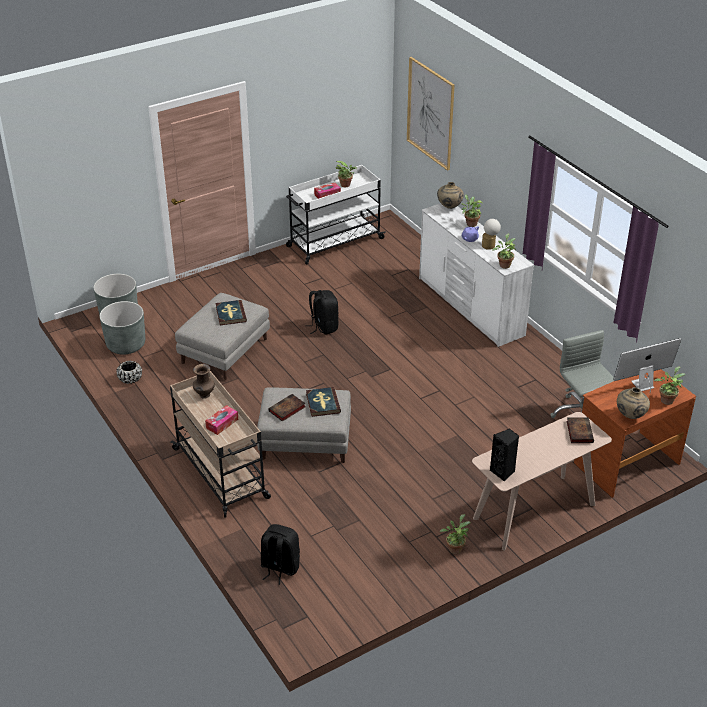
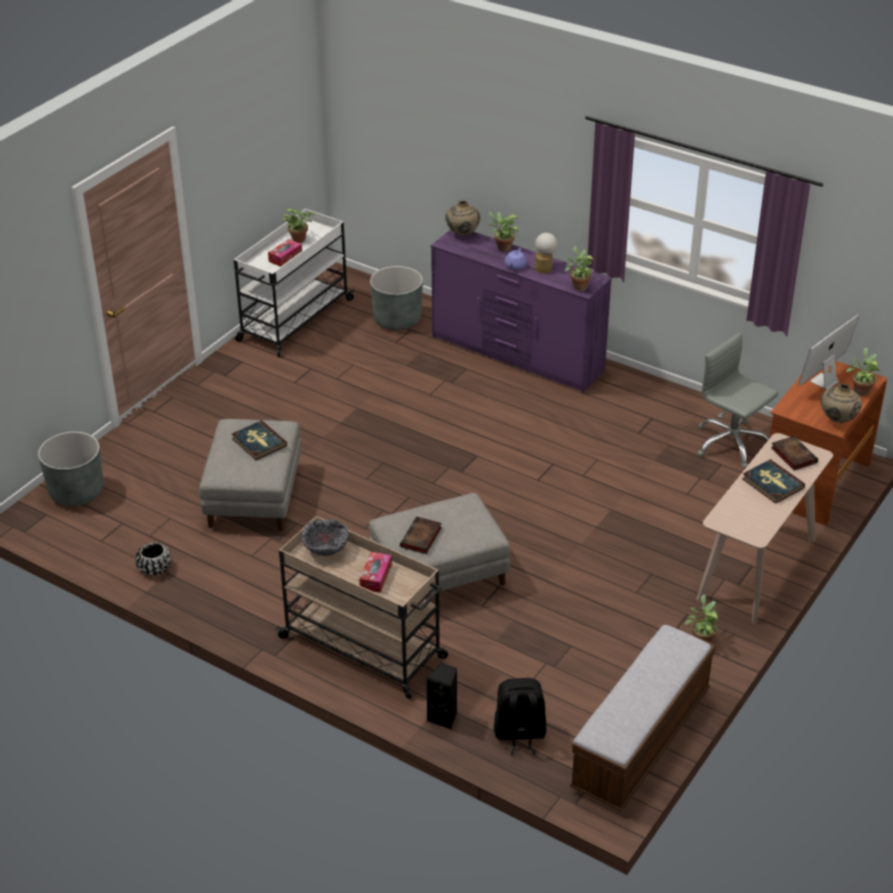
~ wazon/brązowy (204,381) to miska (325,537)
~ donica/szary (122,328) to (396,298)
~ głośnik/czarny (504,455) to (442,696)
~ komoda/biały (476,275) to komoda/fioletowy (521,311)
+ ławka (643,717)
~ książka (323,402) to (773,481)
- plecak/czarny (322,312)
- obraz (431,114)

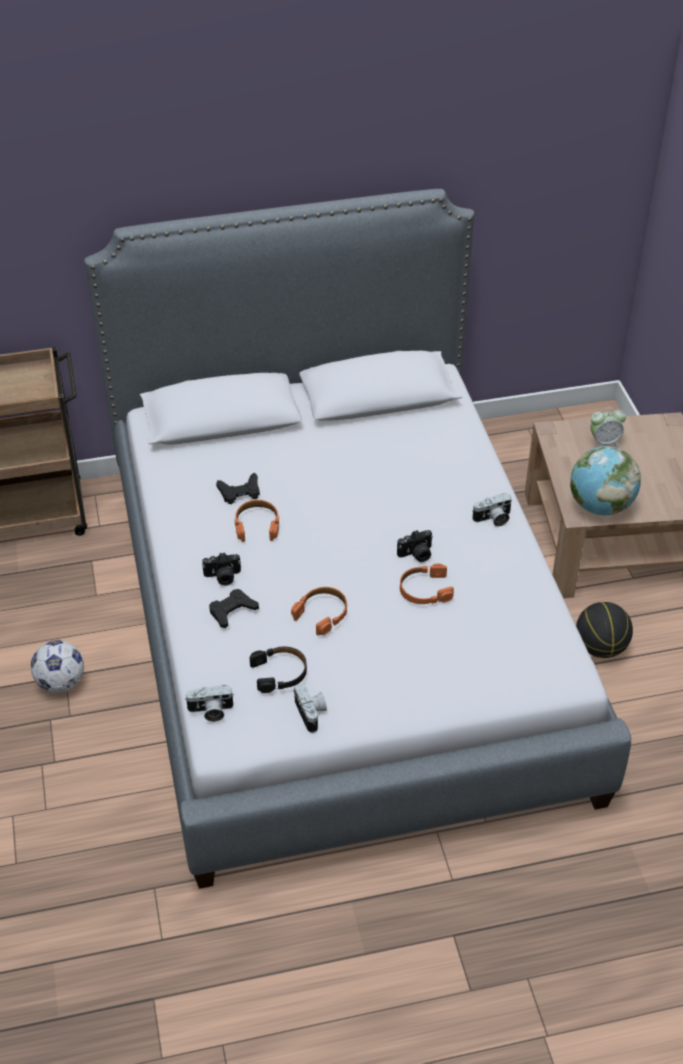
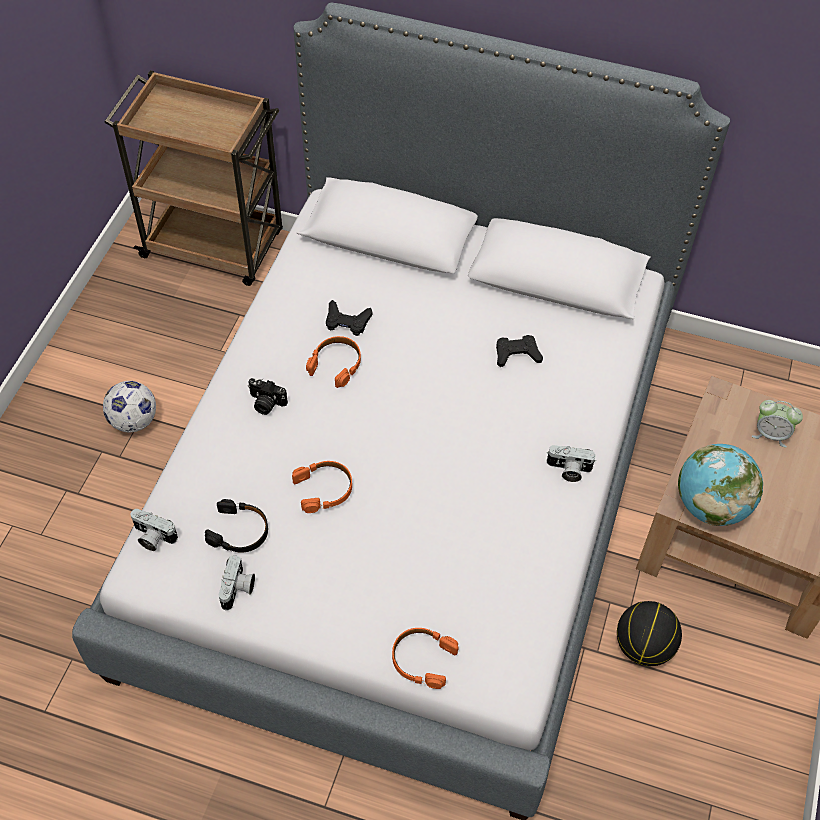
~ słuchawki/pomarańczowy (427,584) to (425,658)
~ pad do gier/czarny (234,608) to (519,351)
- aparat fotograficzny (415,546)

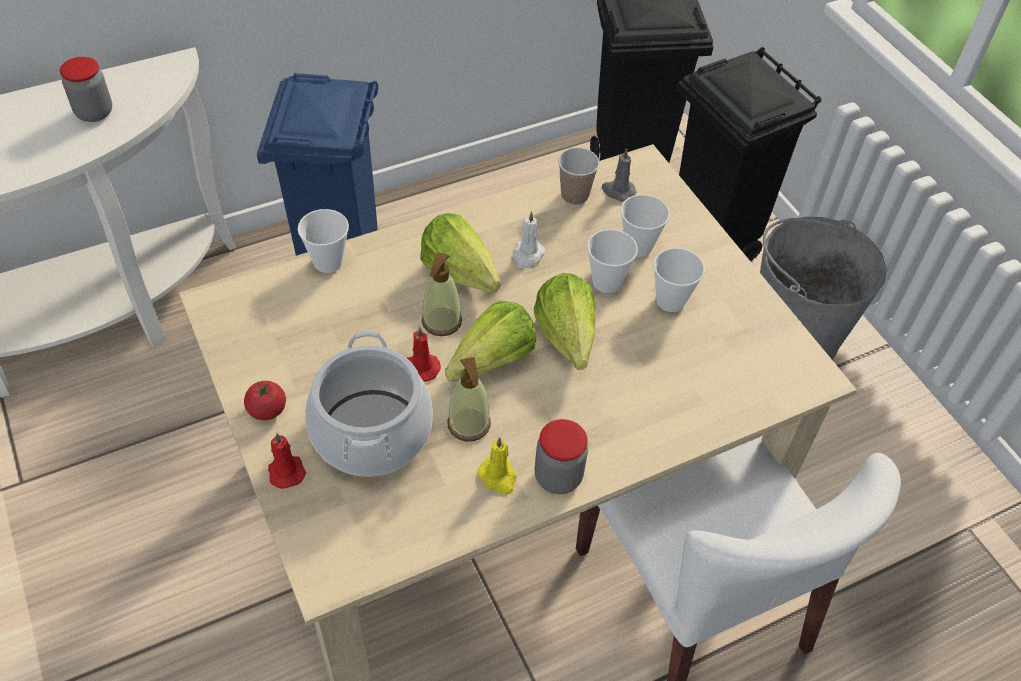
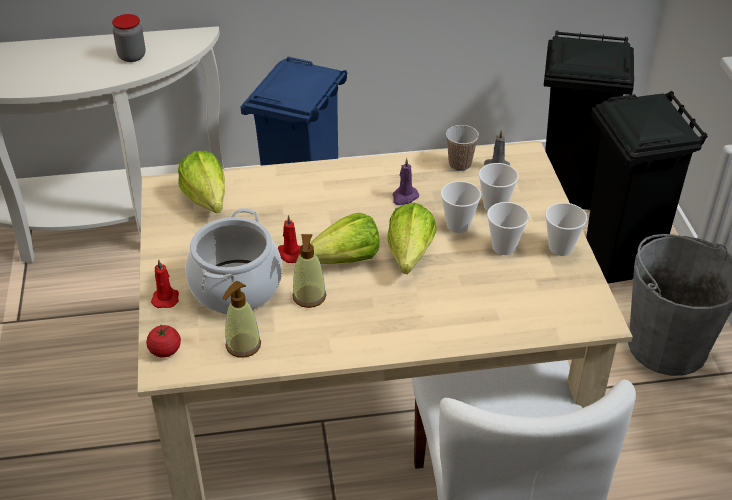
~ pomidor (265,400) to (163,341)
~ sałata (460,253) to (201,182)
~ dozownik mydła (442,294) to (241,319)
~ świeca/biały (529,239) to świeca/fioletowy (406,181)
~ filiżanka (323,241) to (566,229)
- świeca/żółty (497,466)
- słoik (561,456)

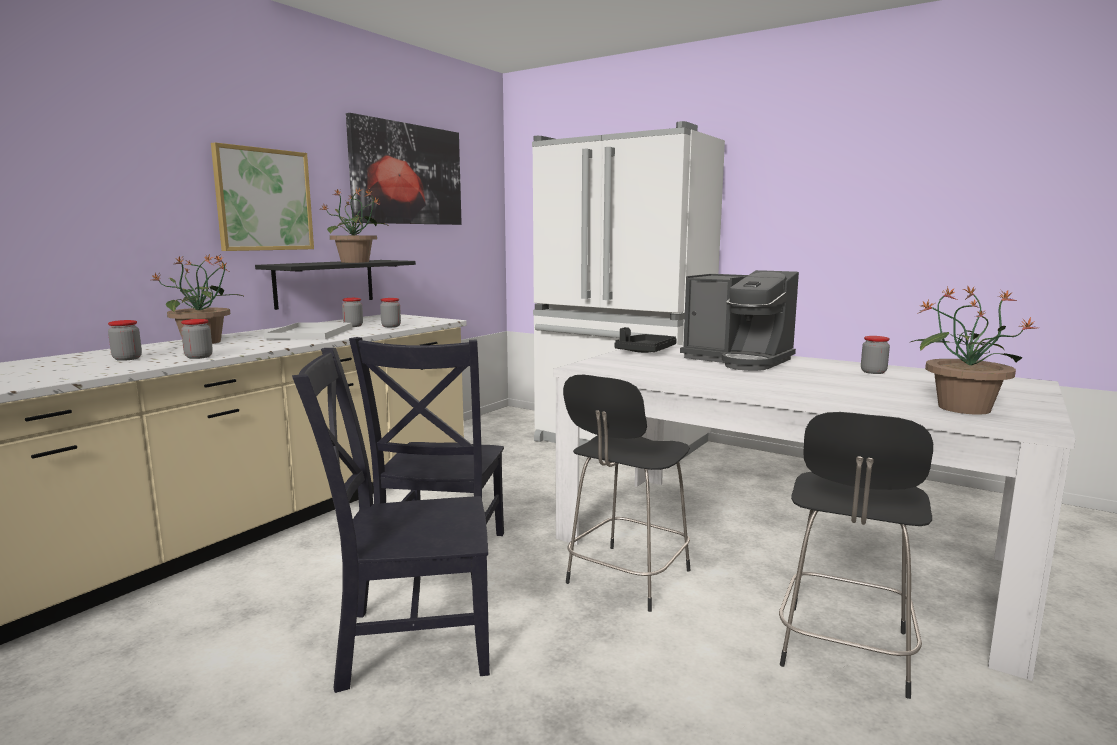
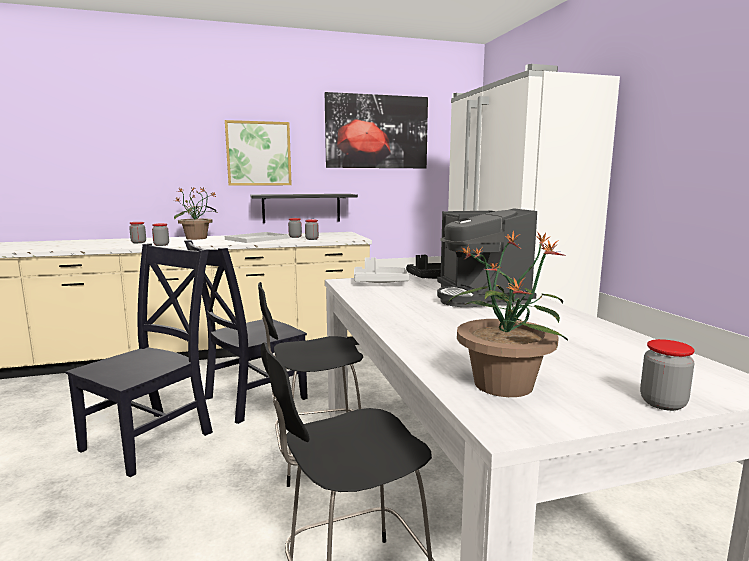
~ krzesło/czarny (391,520) = (139,360) 90 degrees clockwise
+ taca/szary (381,270)
~ słoik (875,355) to (667,375)
- roślina doniczkowa (354,225)

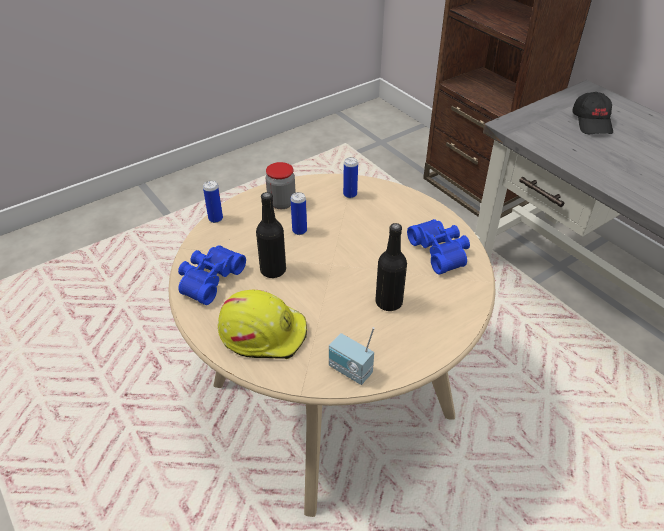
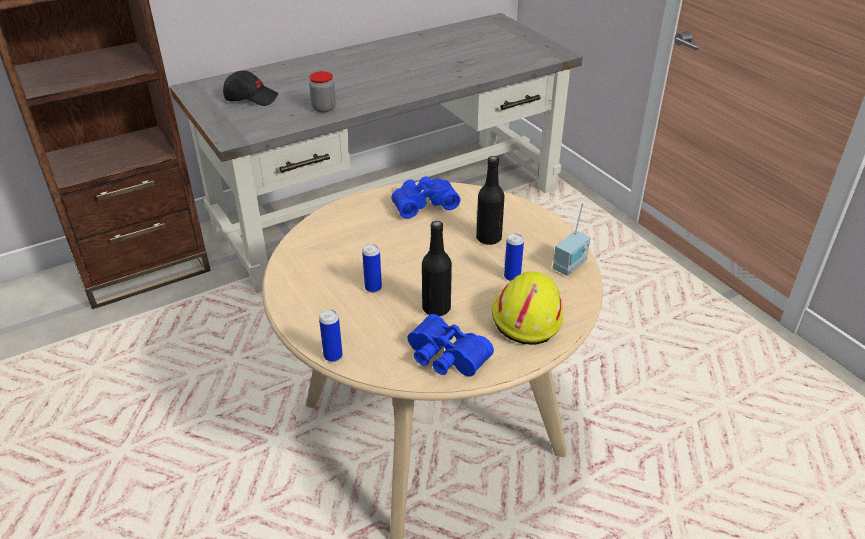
~ słoik (281,185) to (322,92)
~ puszka (350,177) to (514,257)

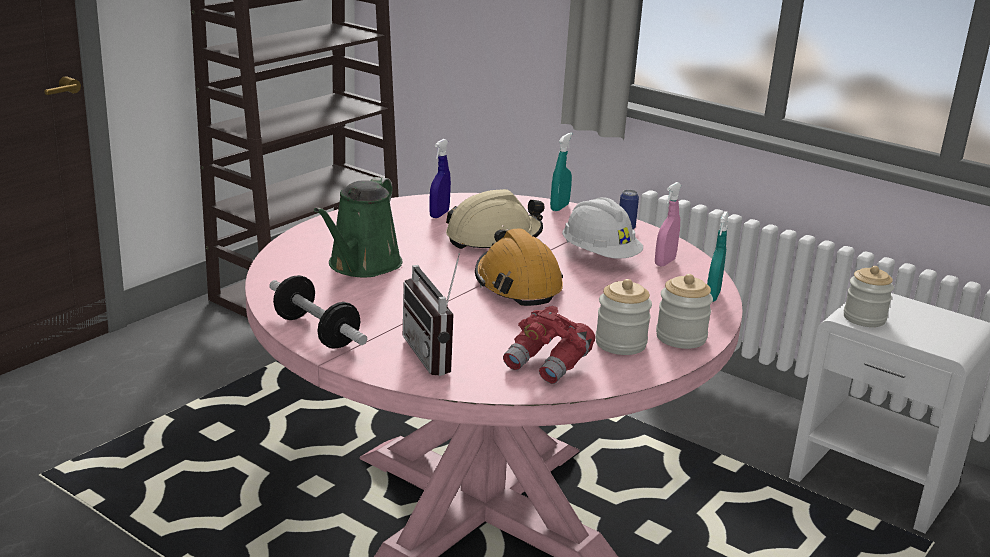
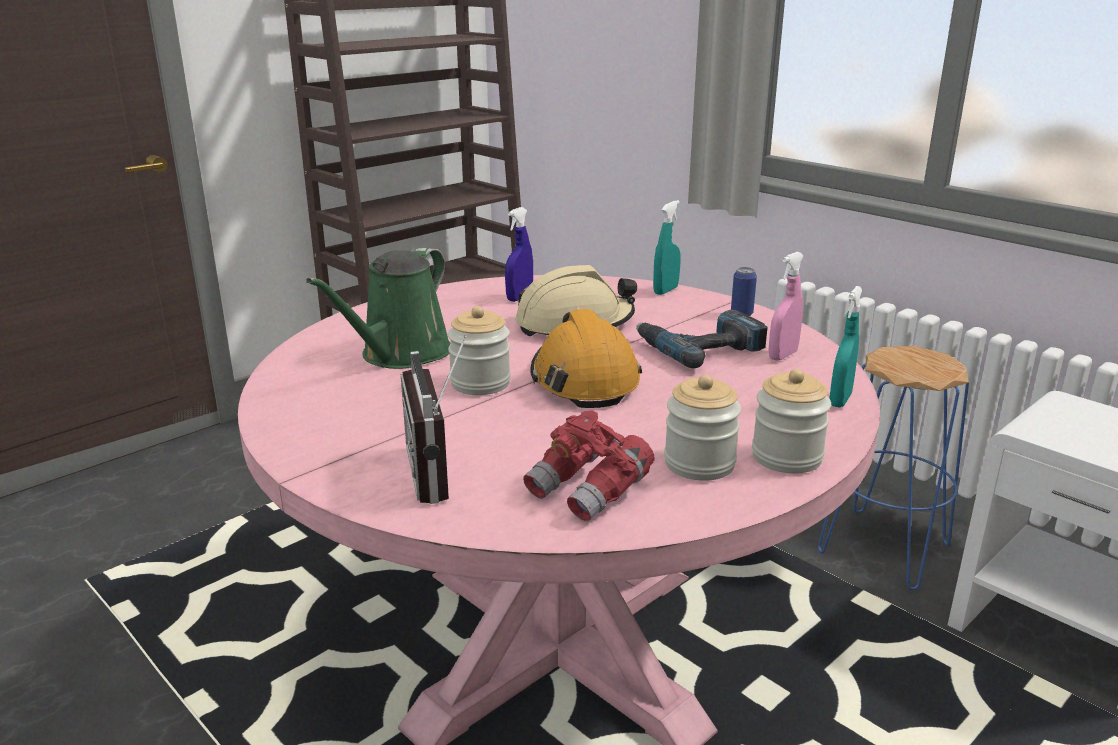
~ słoik (869,296) to (479,350)
~ kask/biały (602,228) to wiertarka (701,339)
+ stołek/niebieski (893,468)
- hantel (318,312)

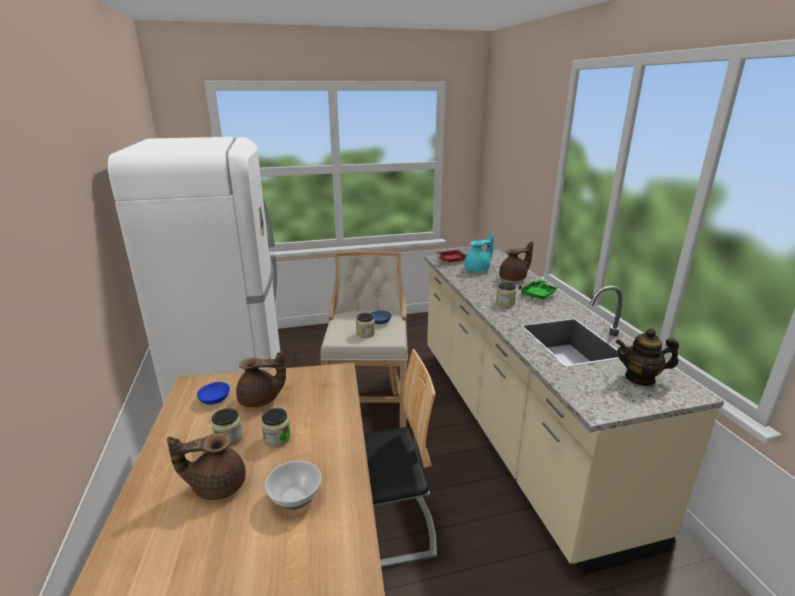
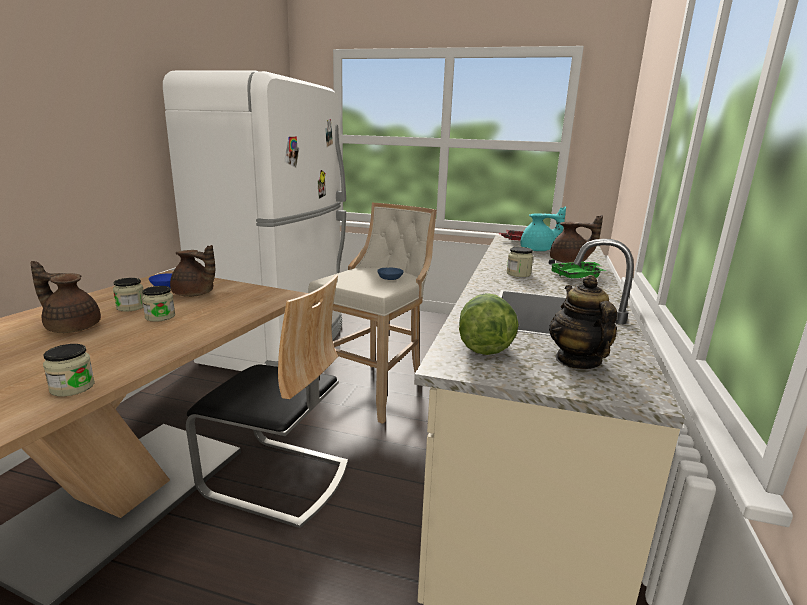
~ słoik (365,325) to (69,370)
+ sałata (489,324)
~ imbryk (647,357) = (583,322) 45 degrees clockwise
- miska (293,485)

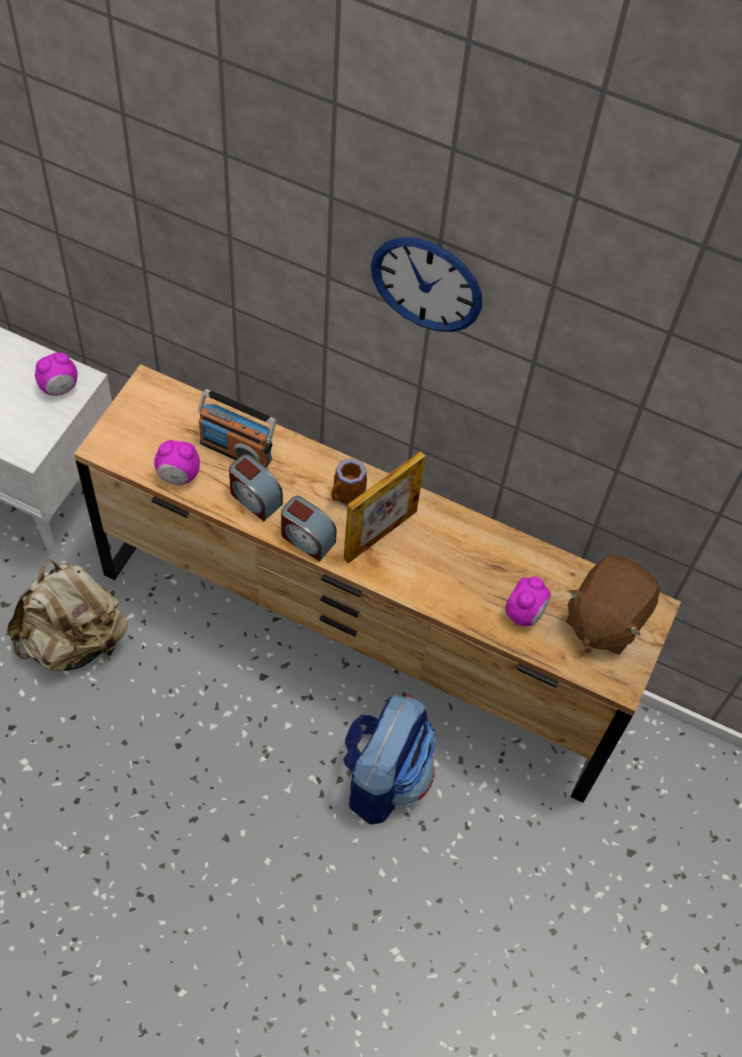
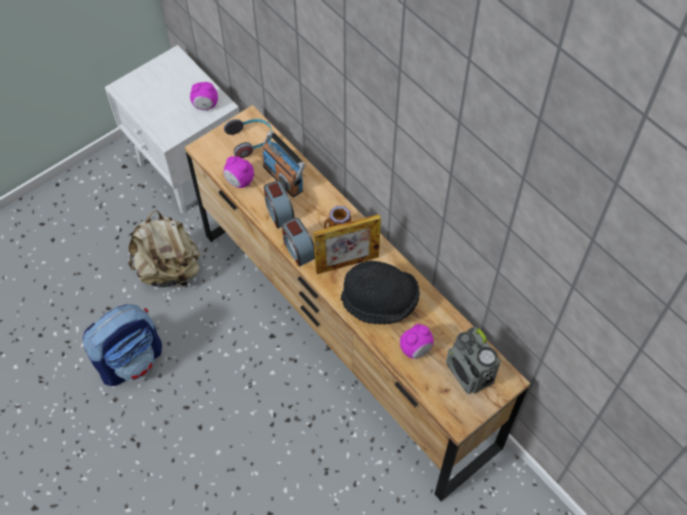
~ plecak (389,759) to (122,345)
+ słuchawki (248,138)
+ kapelusz/czarny (380,292)
~ pluszak/brązowy (613,605) to radio (473,360)
- zegar ścienny (426,284)

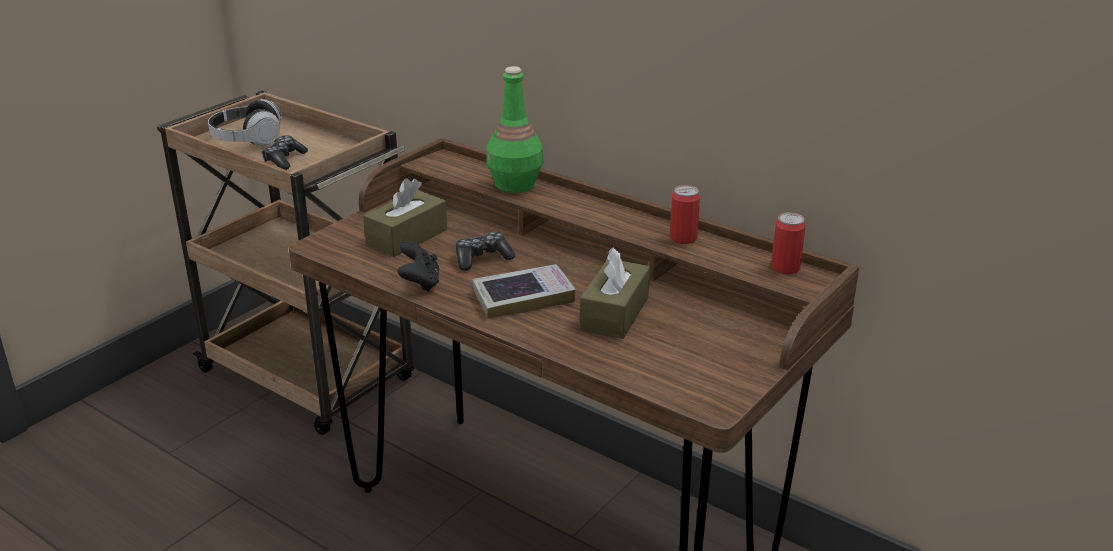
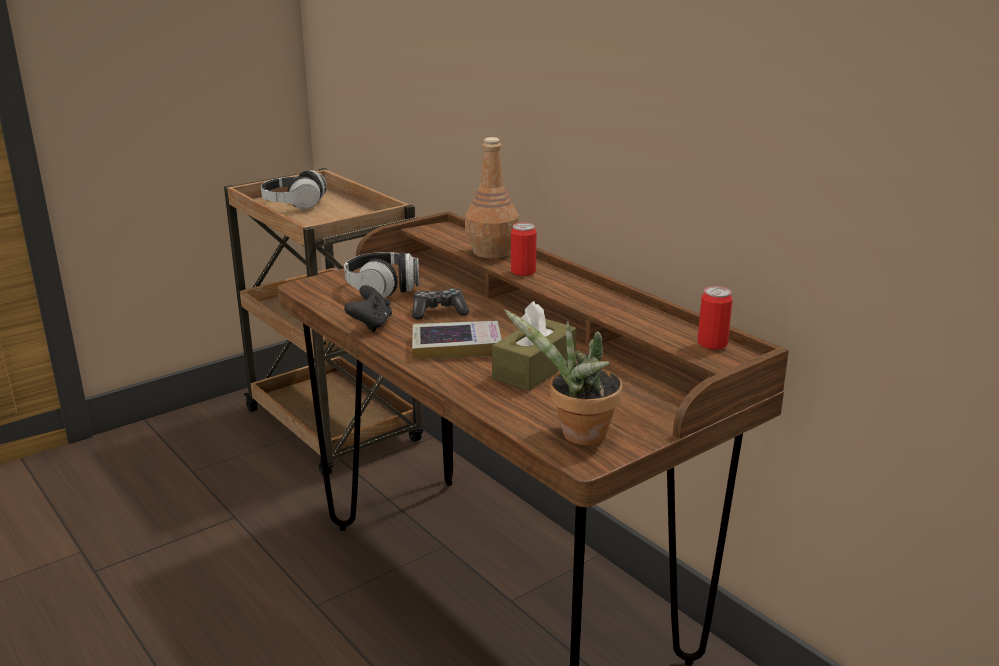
~ pudełko chusteczek/brązowy (405,218) to słuchawki (381,275)
~ butelka/zielony (514,129) to butelka/brązowy (492,198)
+ roślina doniczkowa (563,377)
~ puszka (685,214) to (524,249)
- pad do gier (284,153)

